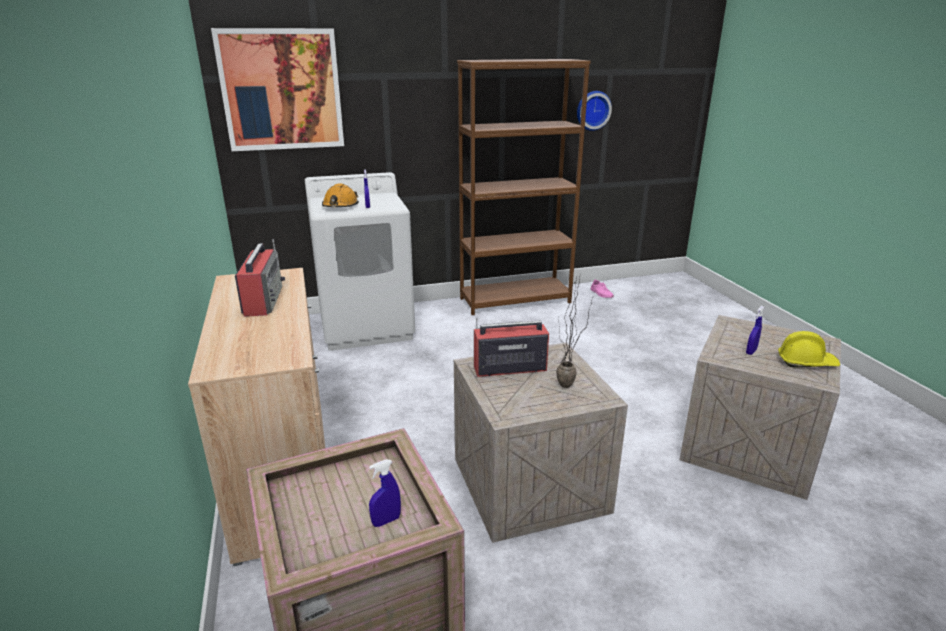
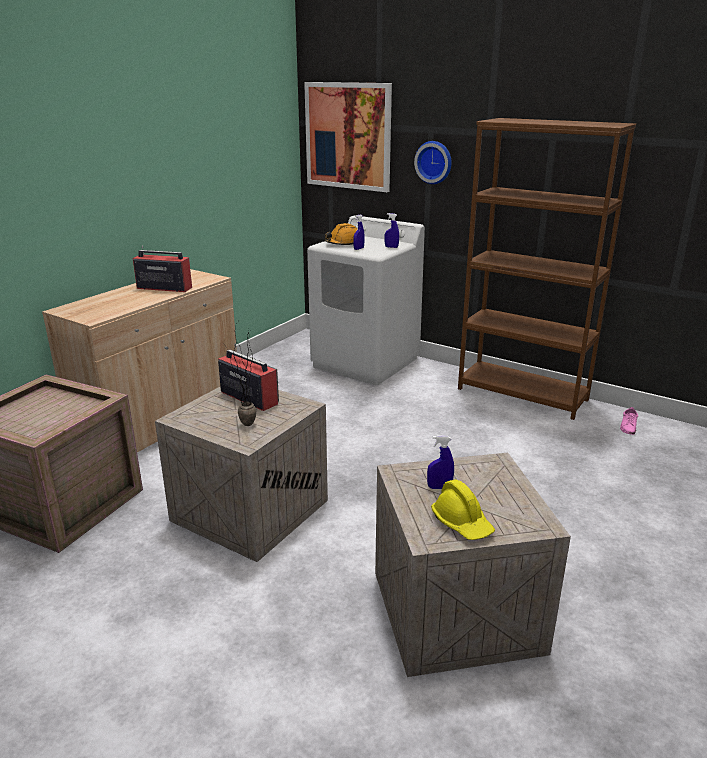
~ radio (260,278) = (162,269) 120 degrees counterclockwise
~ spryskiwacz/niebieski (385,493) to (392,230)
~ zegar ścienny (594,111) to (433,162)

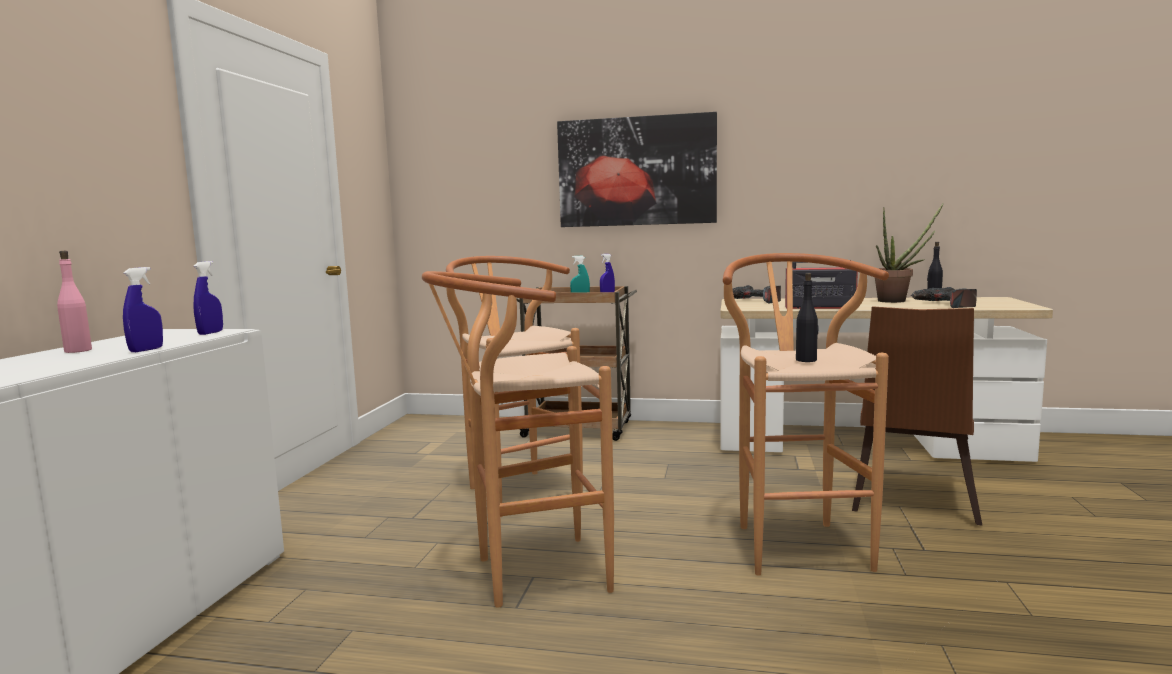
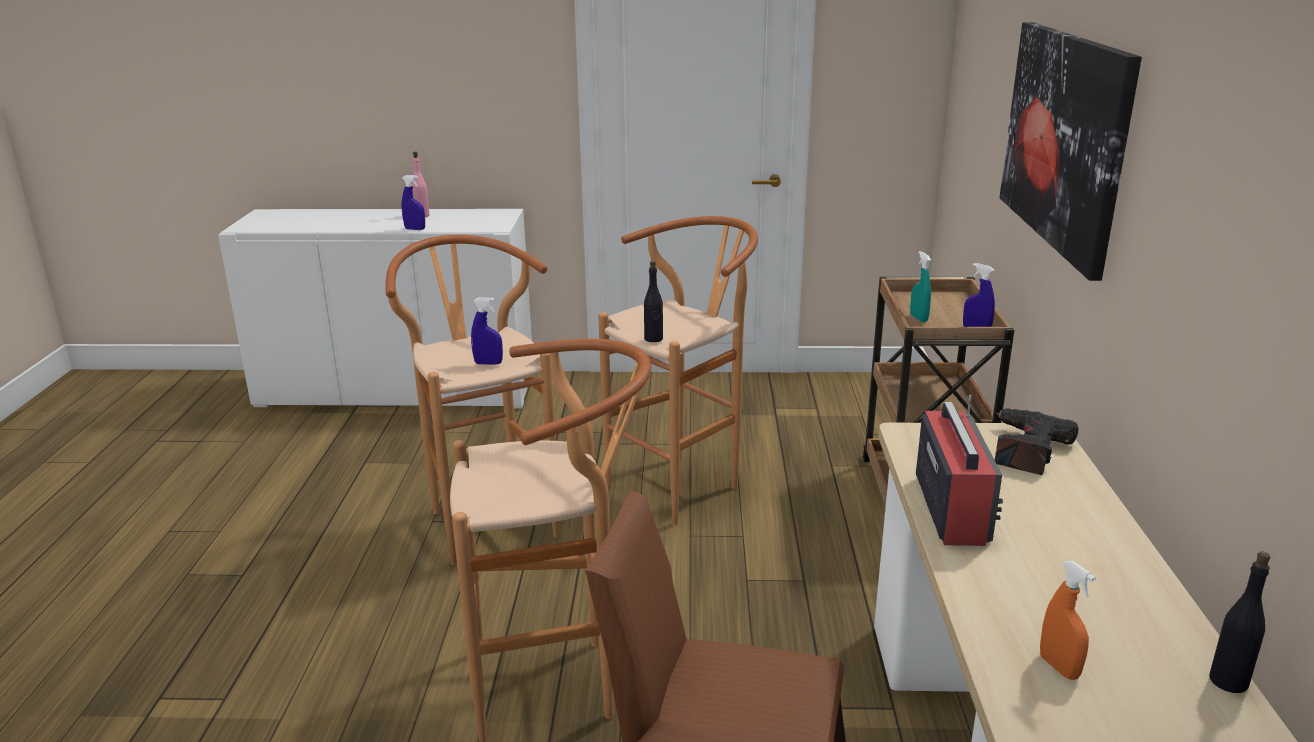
~ spryskiwacz/niebieski (208,298) to (487,331)
~ butelka/czarny (807,317) to (653,301)
~ wiertarka (944,297) to spryskiwacz/pomarańczowy (1068,620)
- roślina doniczkowa (909,253)

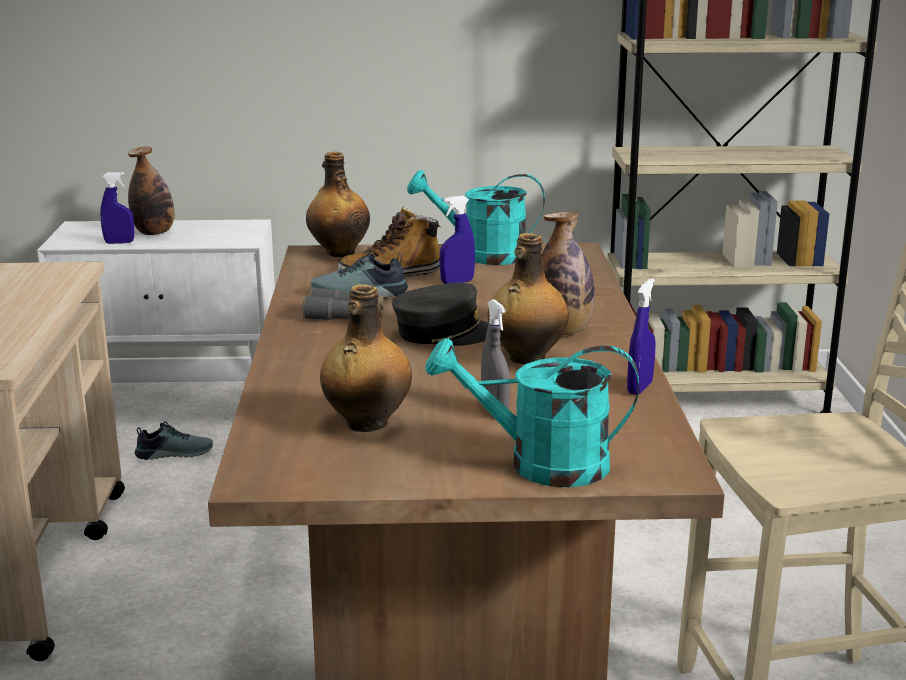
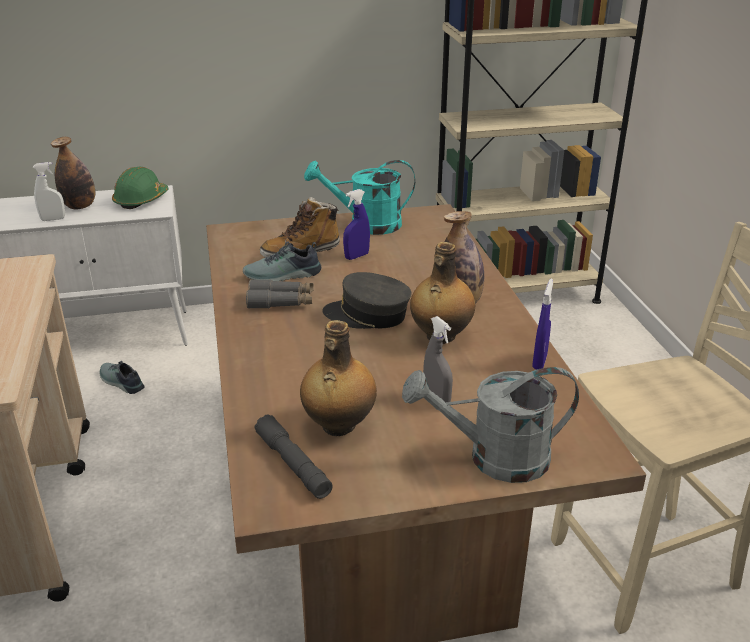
~ spryskiwacz/niebieski (117,208) to spryskiwacz/biały (49,191)
~ but (174,440) = (122,377) 120 degrees counterclockwise
+ kask/zielony (140,187)
+ latarka/szary (294,456)
~ czapka z daszkiem/szary (440,314) = (367,300) 150 degrees counterclockwise
~ konewka/turkusowy (532,412) to konewka/szary (490,425)
- butelka (338,204)

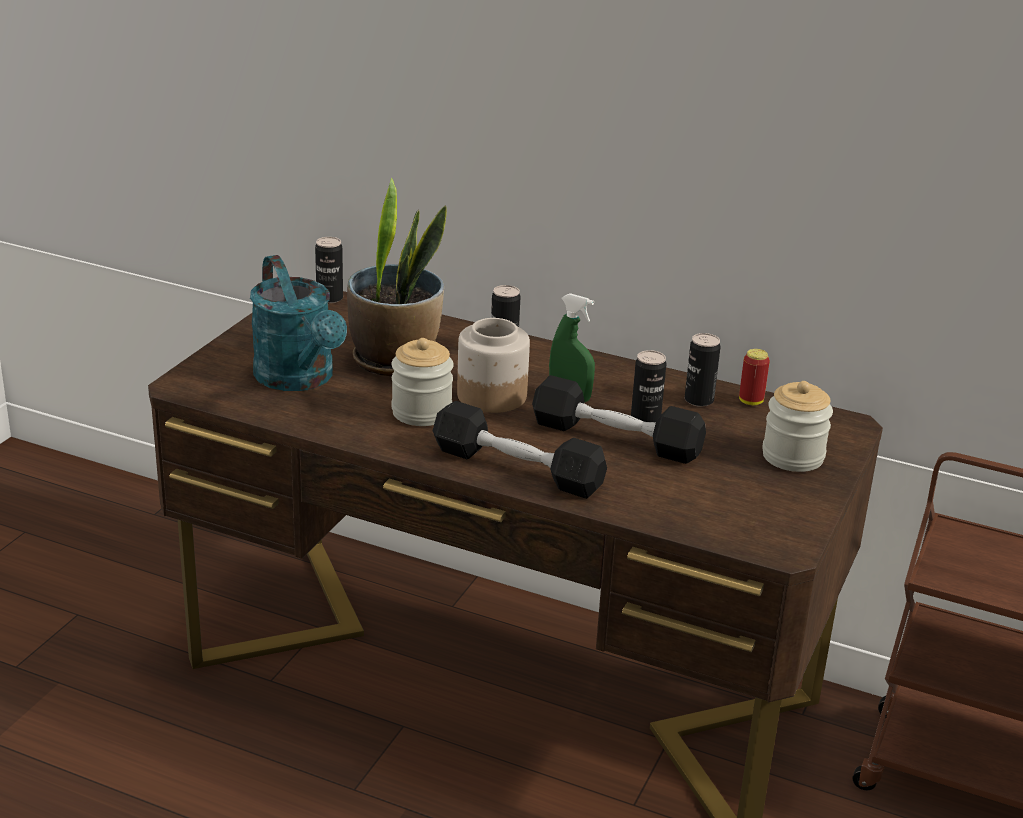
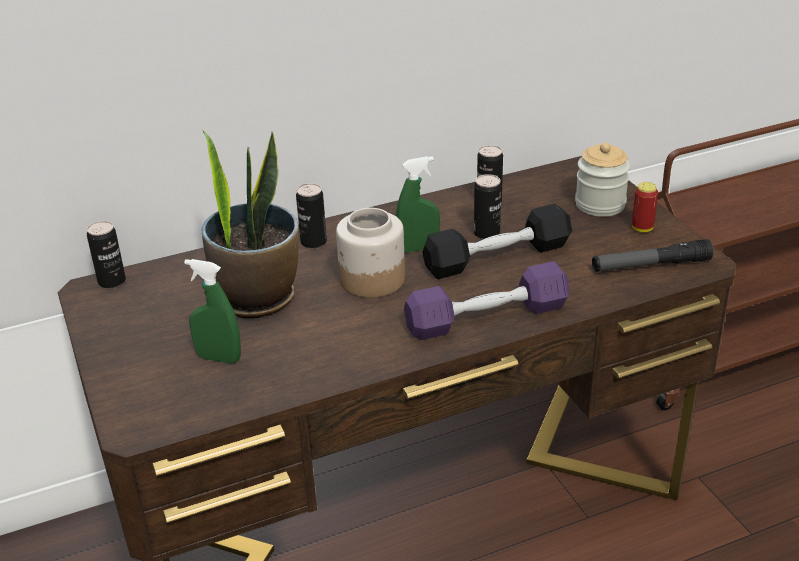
~ konewka/turkusowy (298,323) to spryskiwacz/zielony (212,311)
~ hantel/czarny (520,450) to hantel/fioletowy (487,300)
+ latarka (652,255)
~ puszka (754,377) to (645,207)
- słoik (422,382)

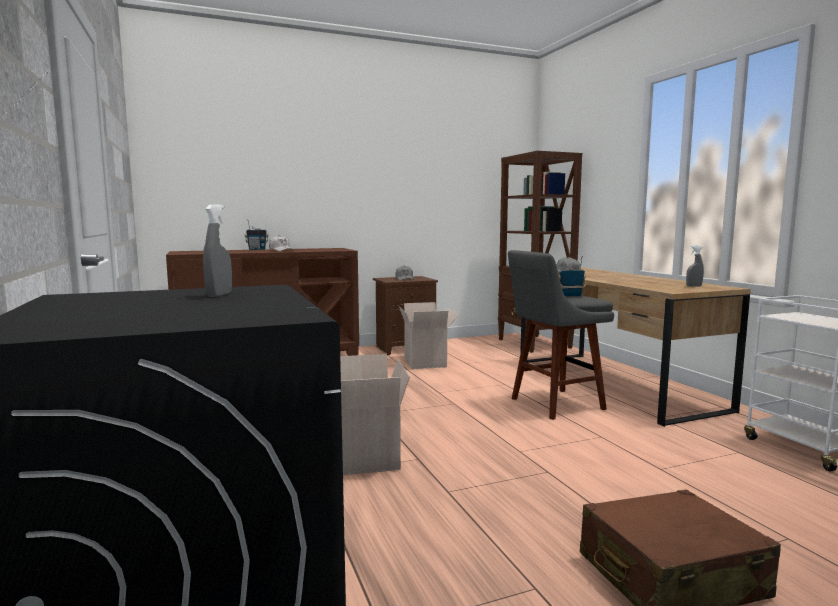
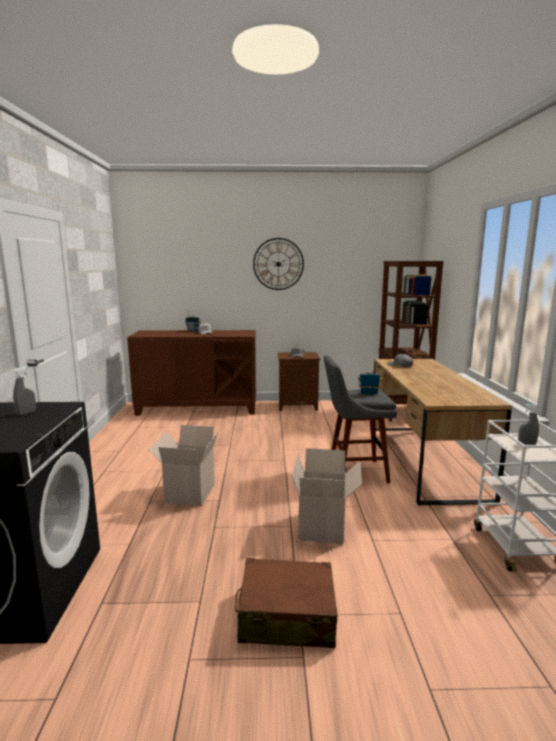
+ zegar ścienny (278,264)
~ karton (429,335) to (327,496)
~ spryskiwacz/szary (695,266) to (528,424)

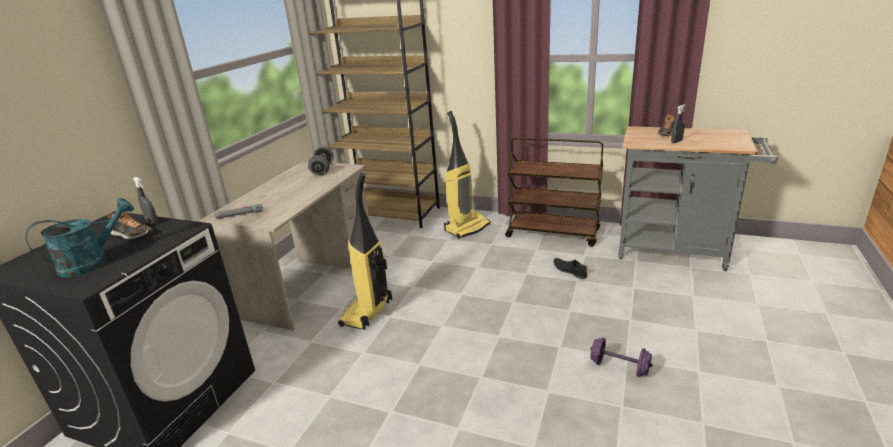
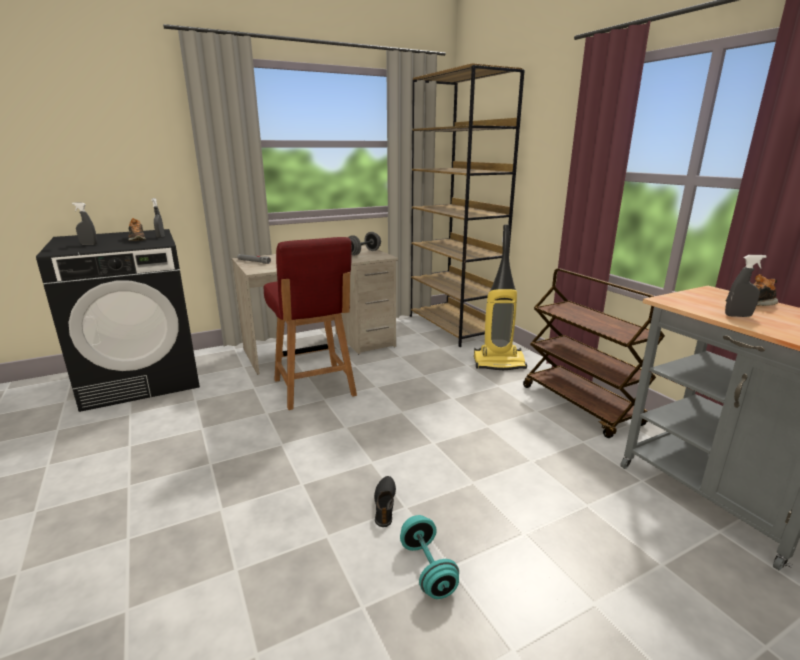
~ konewka/turkusowy (79,237) to spryskiwacz/szary (84,223)
~ odkurzacz (365,251) to krzesło/czerwony (310,323)
~ but/czarny (570,268) to (385,501)
~ hantel/fioletowy (621,357) to hantel/turkusowy (429,557)

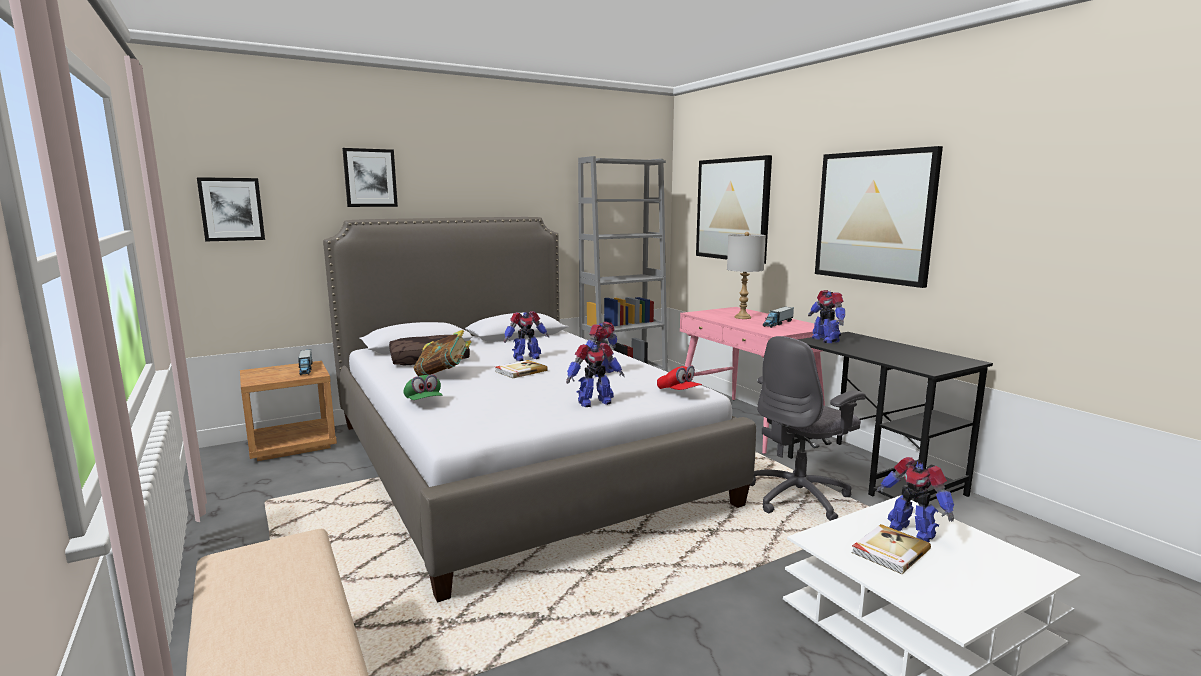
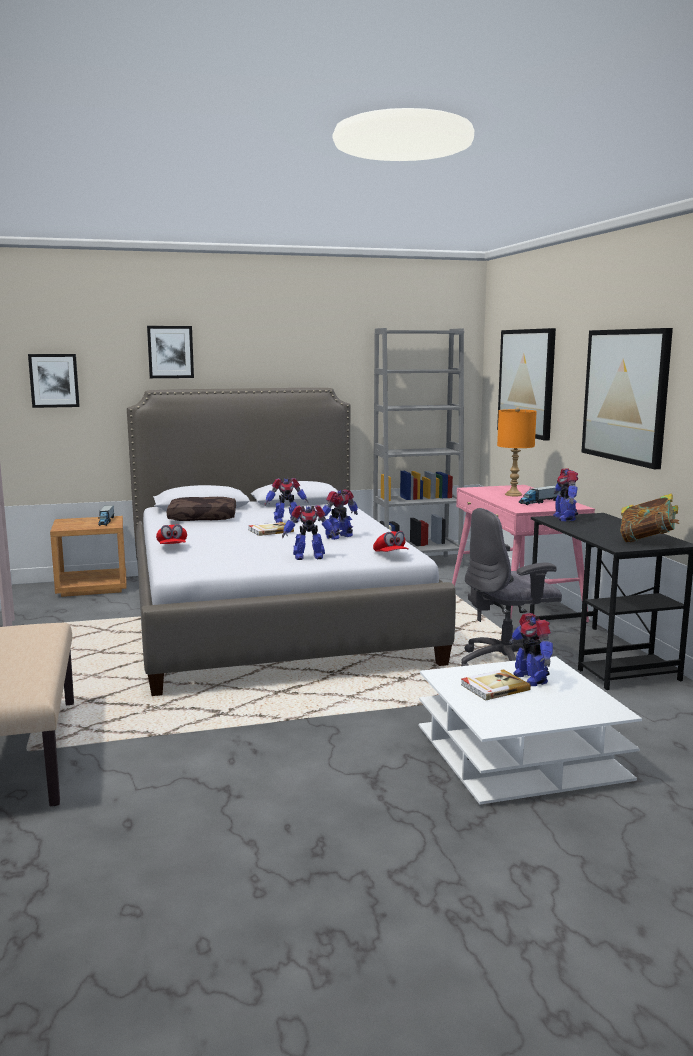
~ czapka z daszkiem/zielony (423,387) to czapka z daszkiem/czerwony (171,534)
~ lampa stołowa/szary (746,275) to lampa stołowa/pomarańczowy (517,451)
~ książka (442,353) to (649,517)

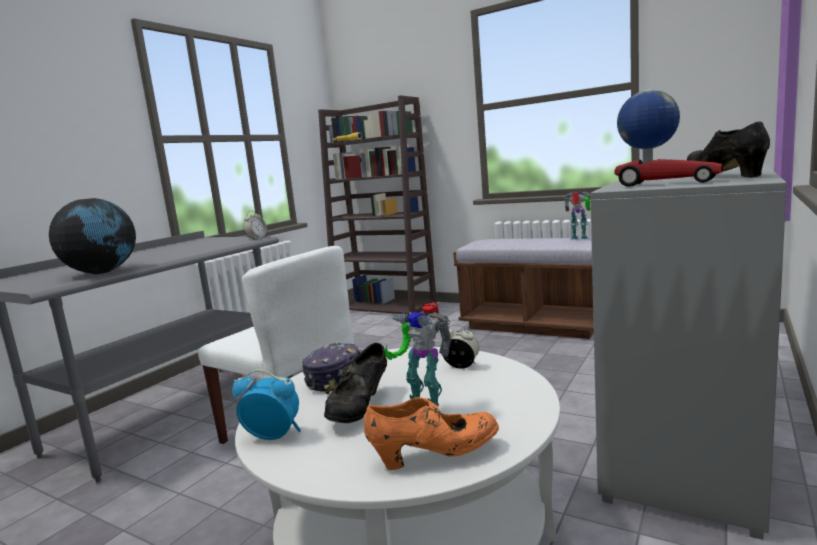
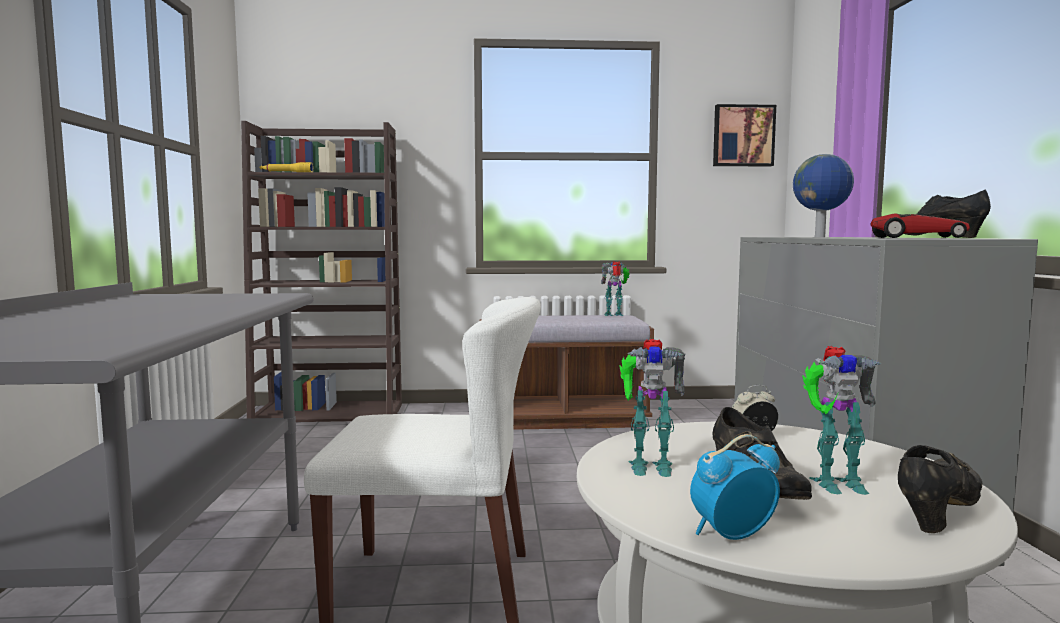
~ czapka z daszkiem (331,368) to robot zabawkowy (652,408)
+ obraz (744,135)
~ but/pomarańczowy (431,433) to but/czarny (940,489)
- globus (92,236)
- budzik (255,225)

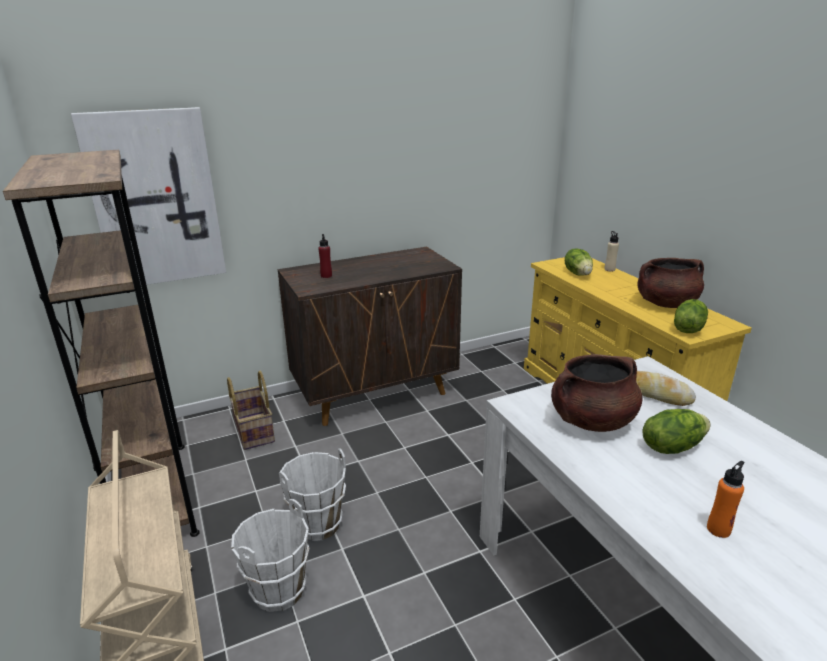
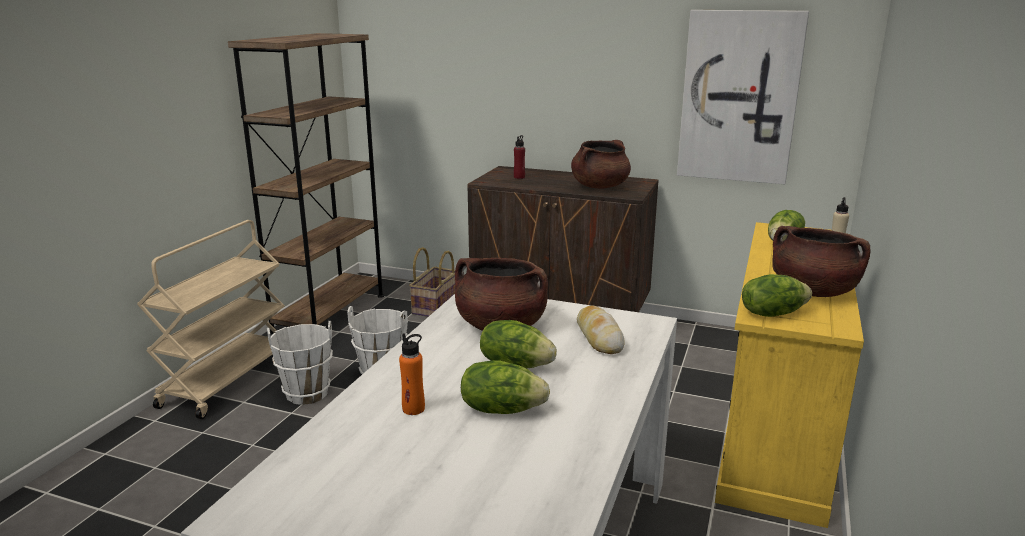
+ sałata (505,387)
+ garnek/brązowy (601,164)
~ obraz (148,196) to (743,97)

